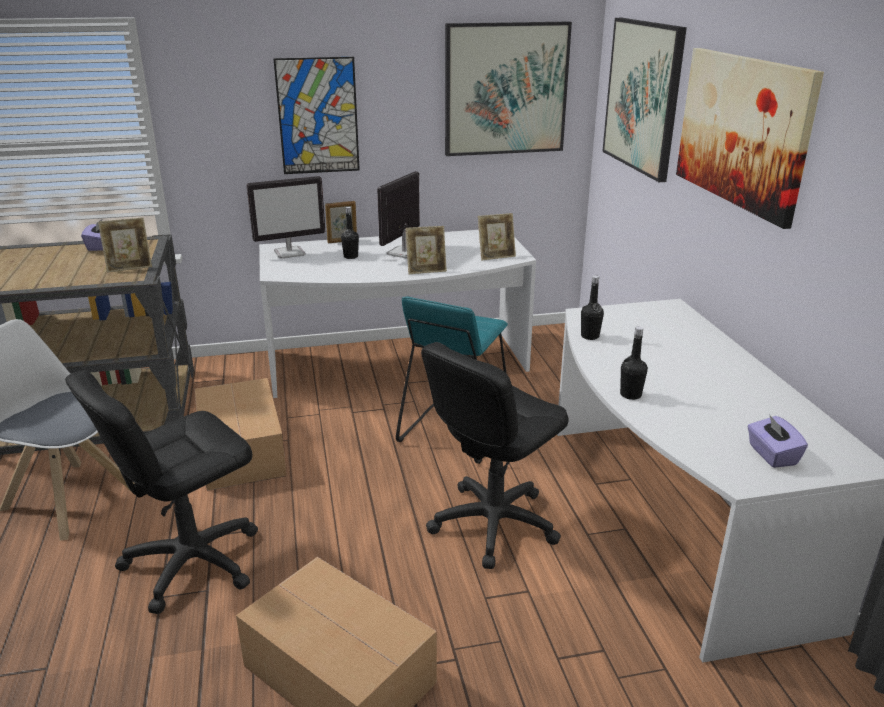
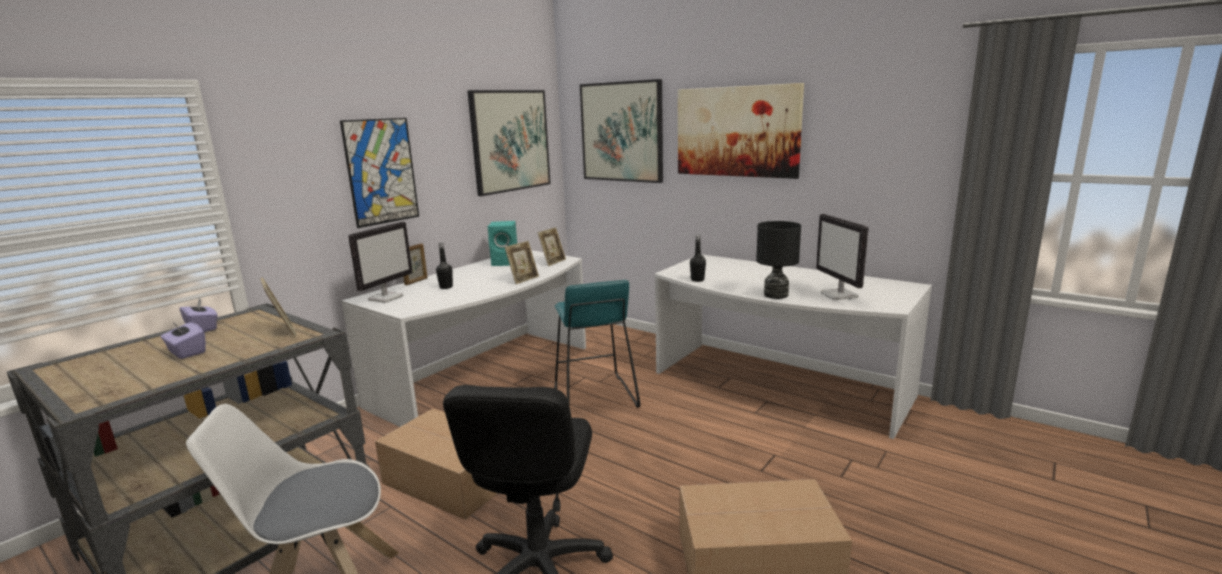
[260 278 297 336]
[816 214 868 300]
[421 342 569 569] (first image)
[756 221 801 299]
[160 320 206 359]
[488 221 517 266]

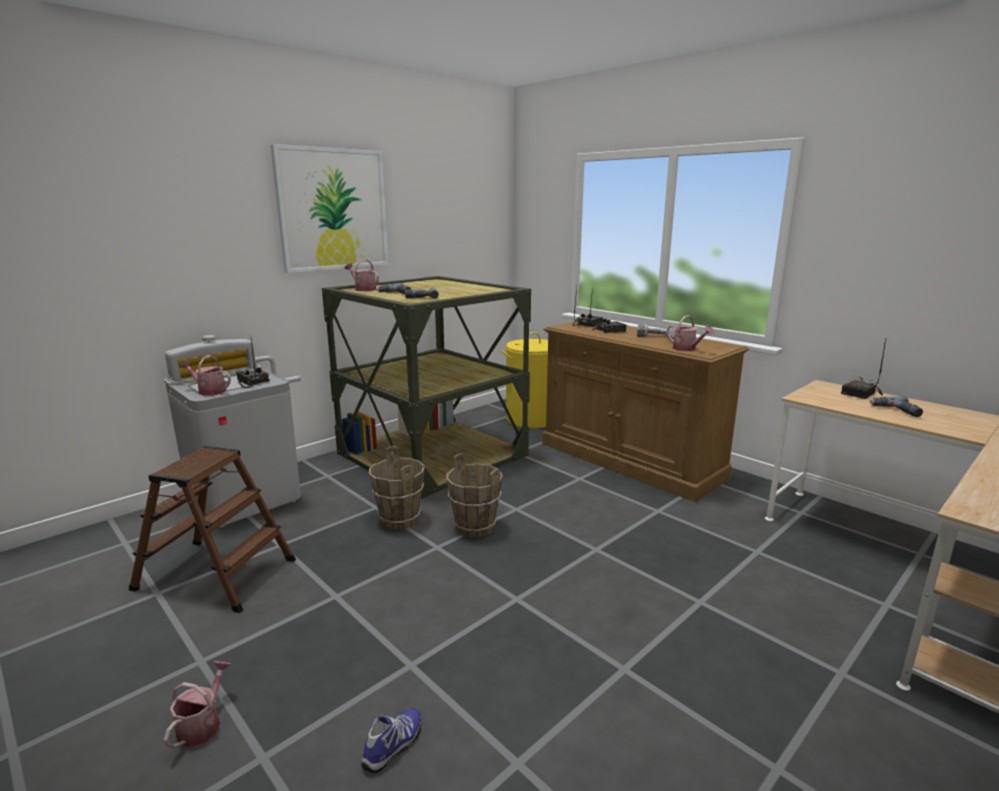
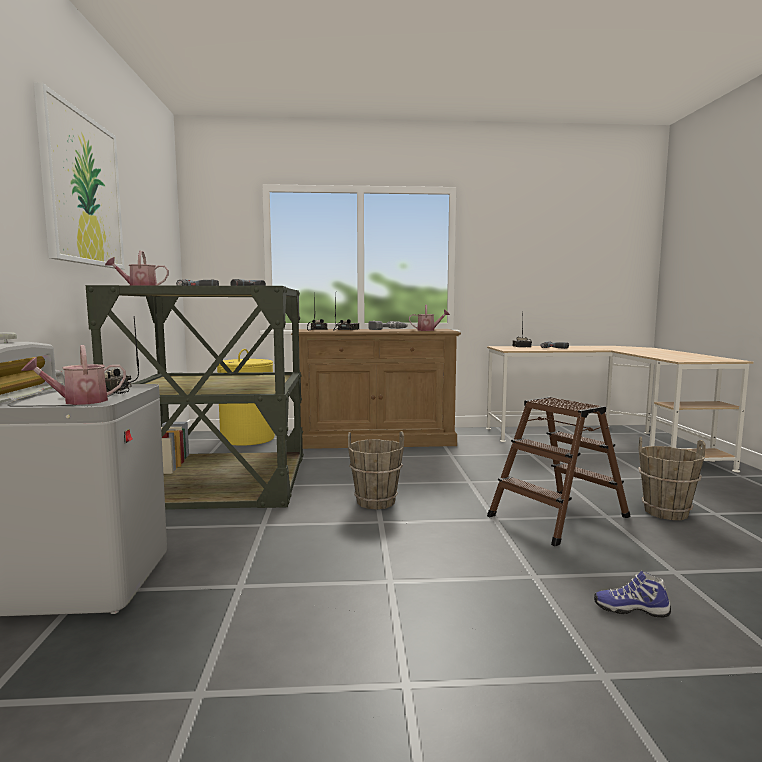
[487 397 631 546]
[164 661 231 749] (first image)
[594 571 671 618]
[638 437 706 520]

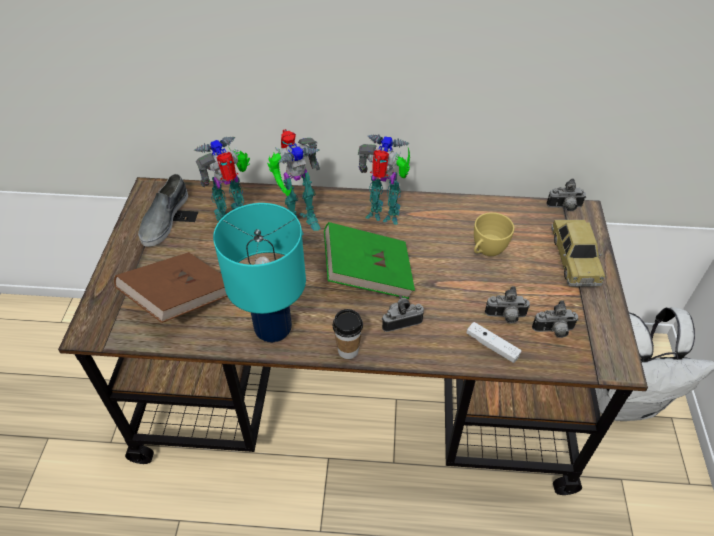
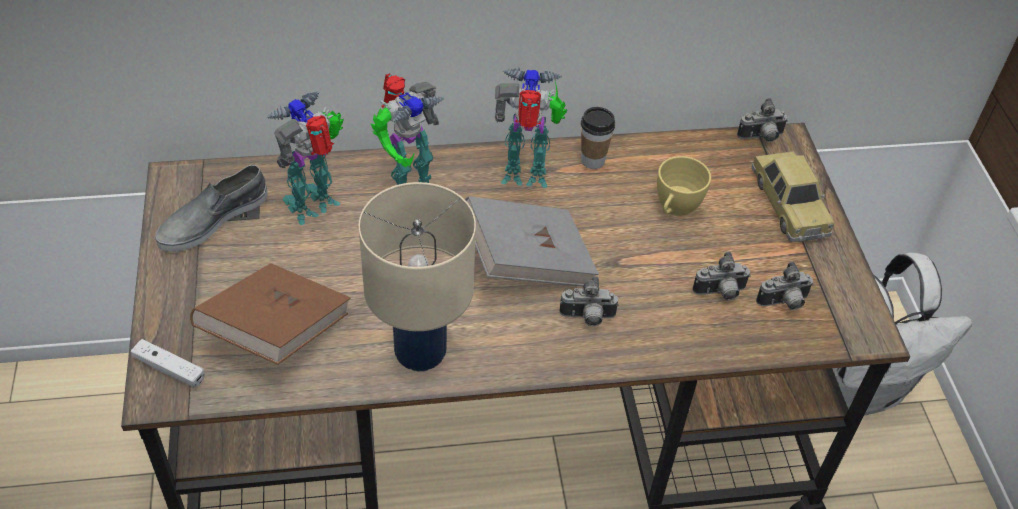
[155 165 268 252]
[359 182 476 371]
[465 196 599 286]
[581 107 615 169]
[559 276 619 326]
[131 339 205 388]

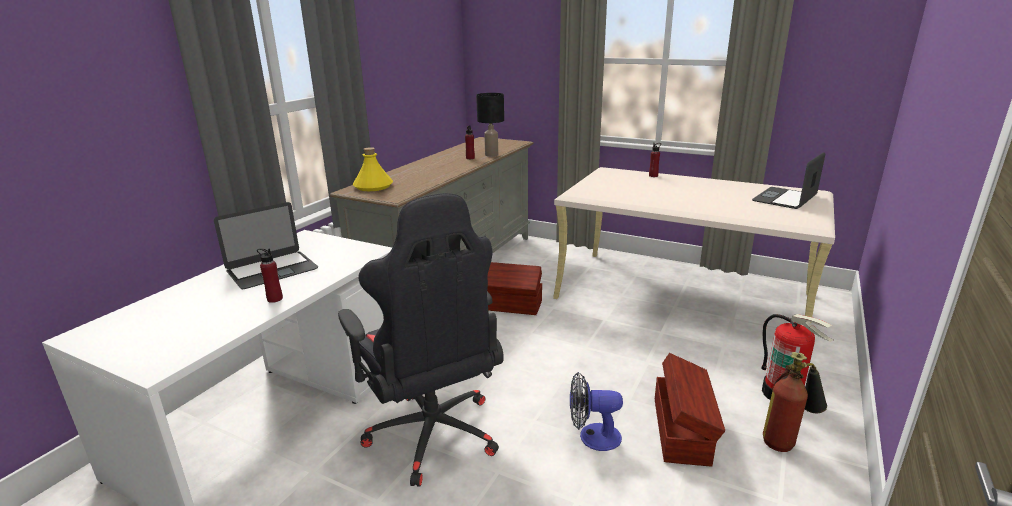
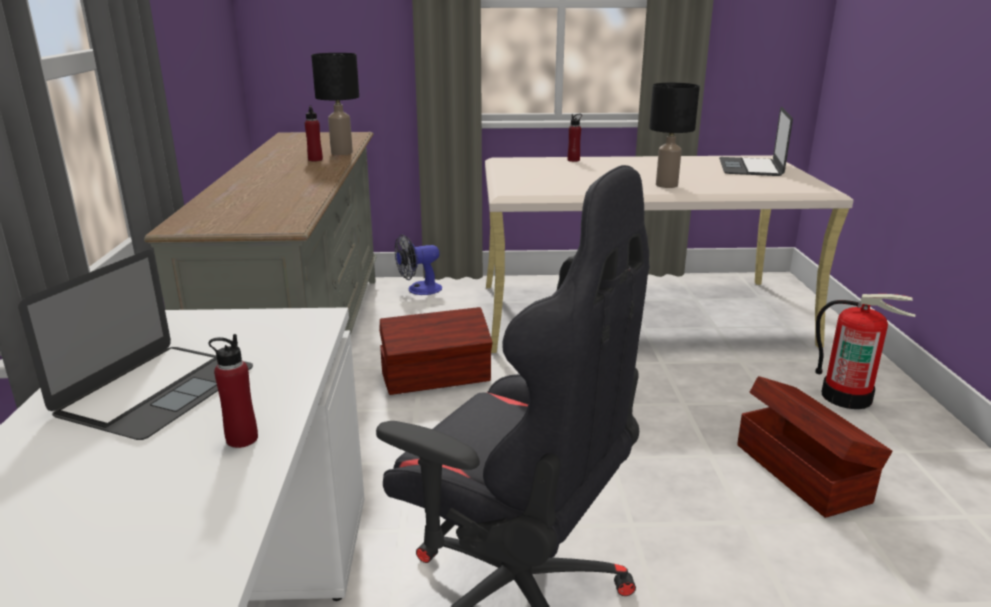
[353 147 393 191] (first image)
[395 235 442 295]
[763 352 827 452] (first image)
[649 83 700 188]

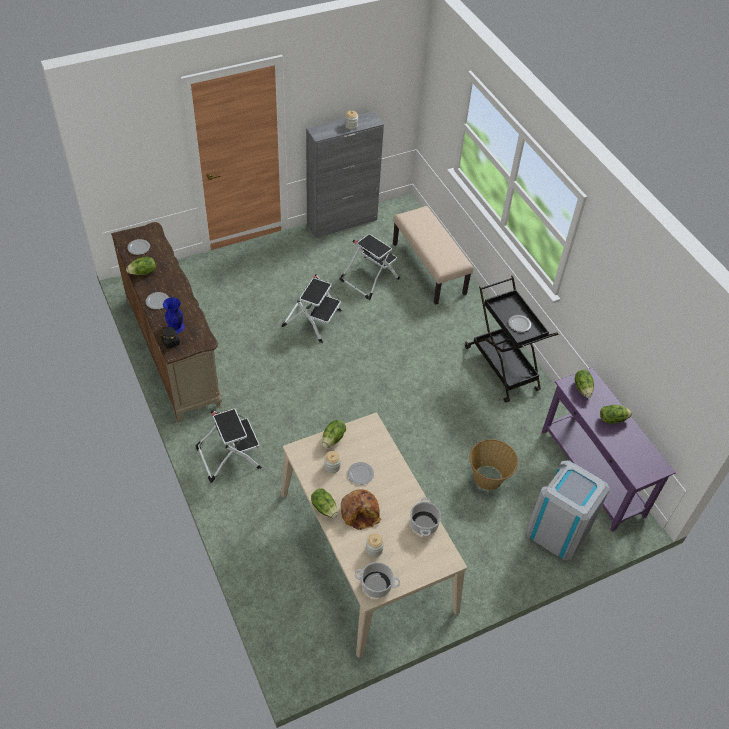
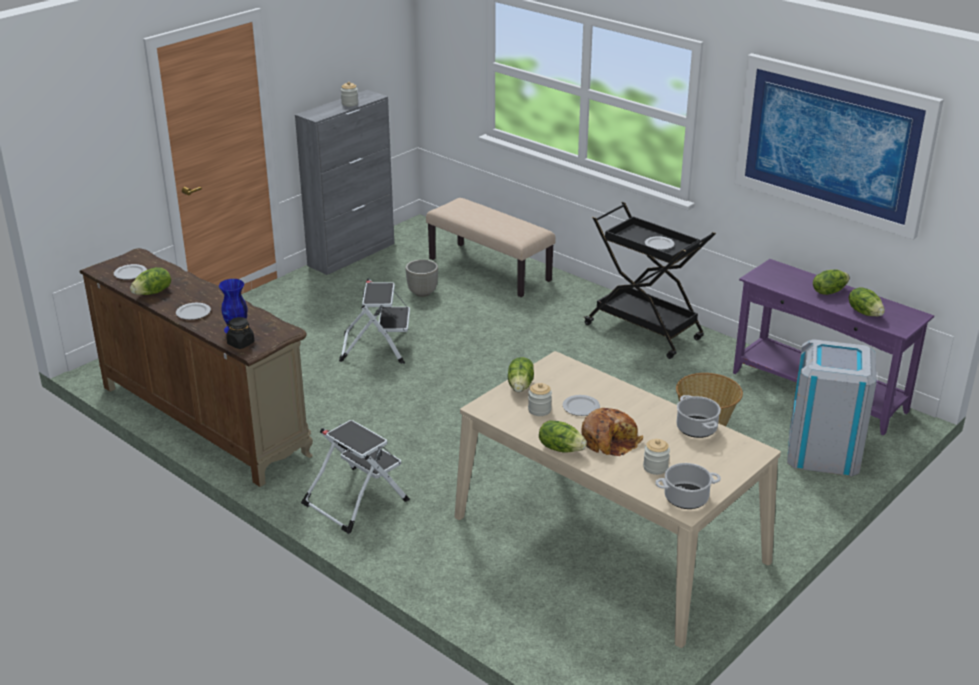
[406 259 438 297]
[849 287 885 316]
[734 53 944 240]

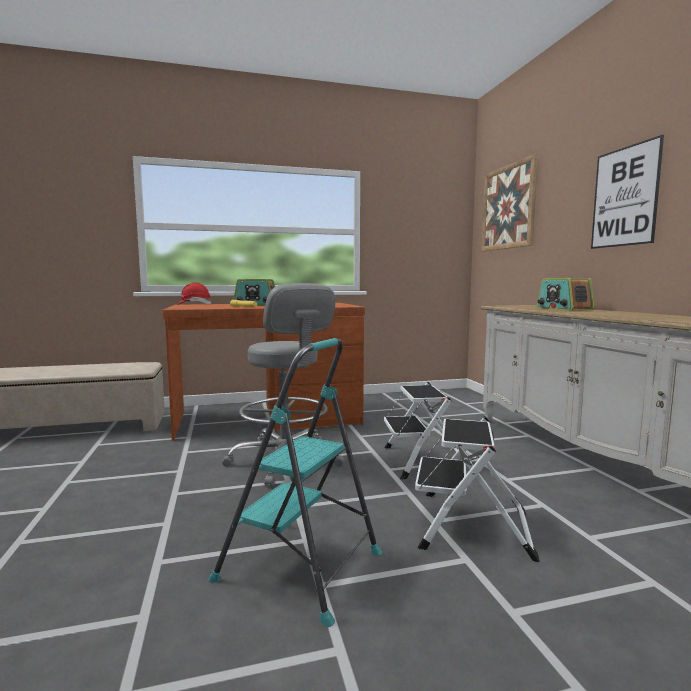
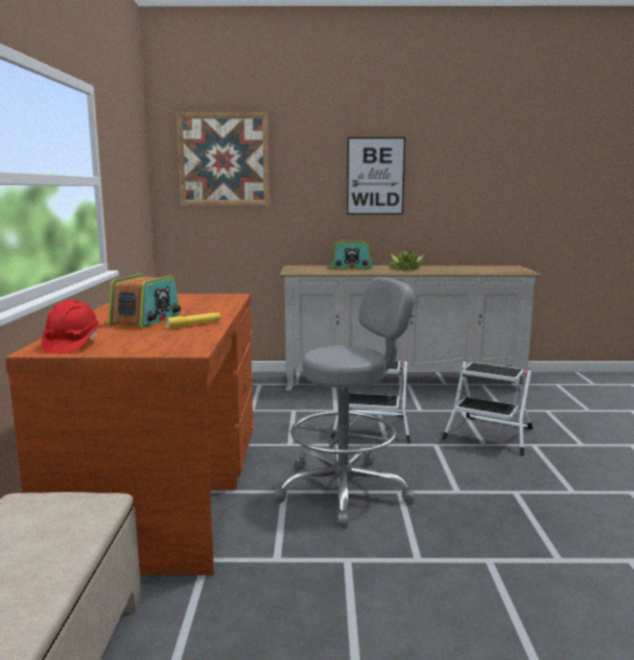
[208 338 382 627] (first image)
[388 249 428 269]

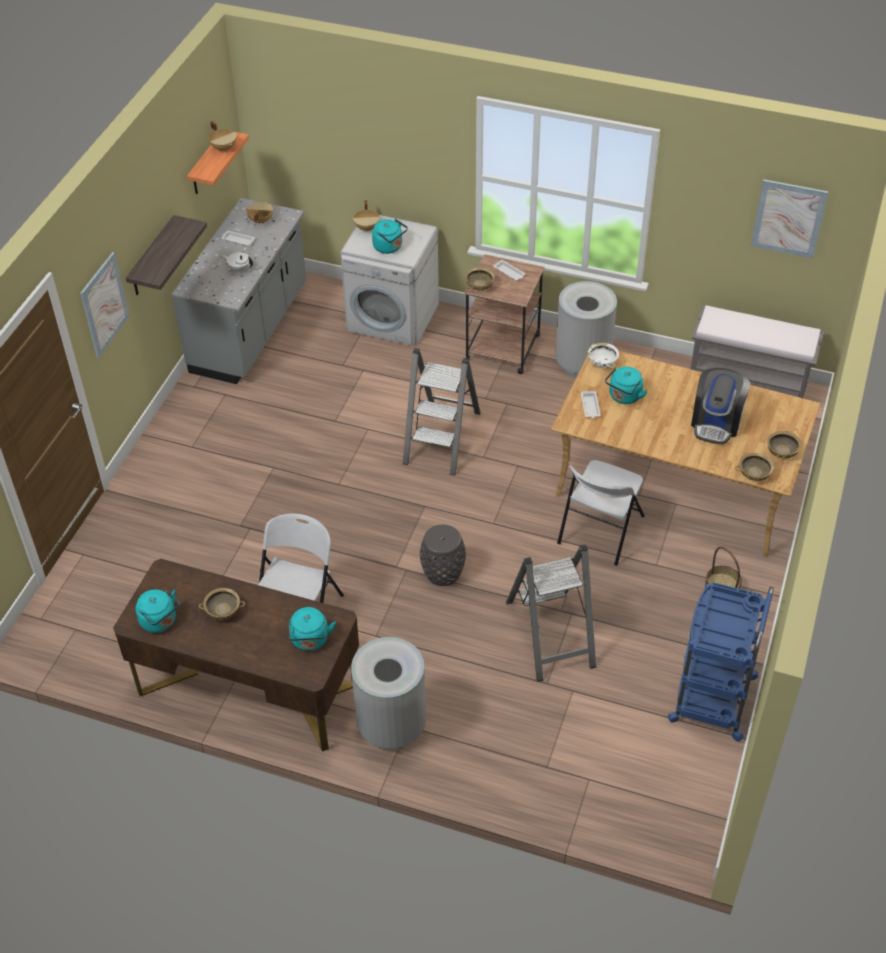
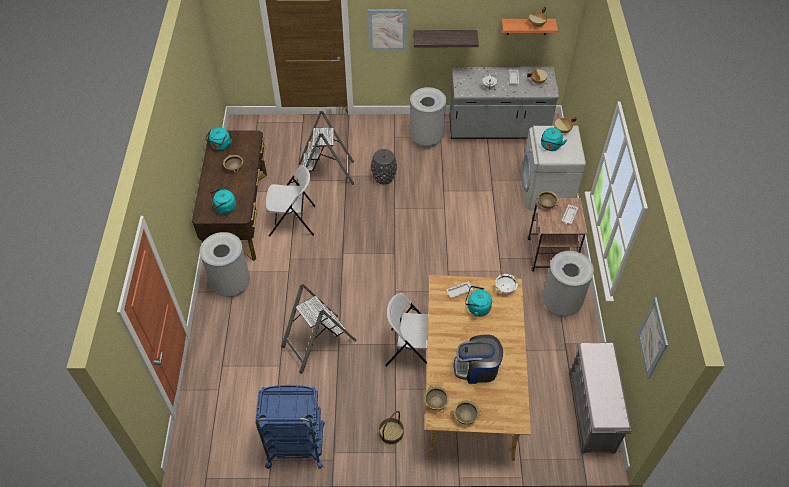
[298 111 354 185]
[371 149 397 184]
[409 87 446 148]

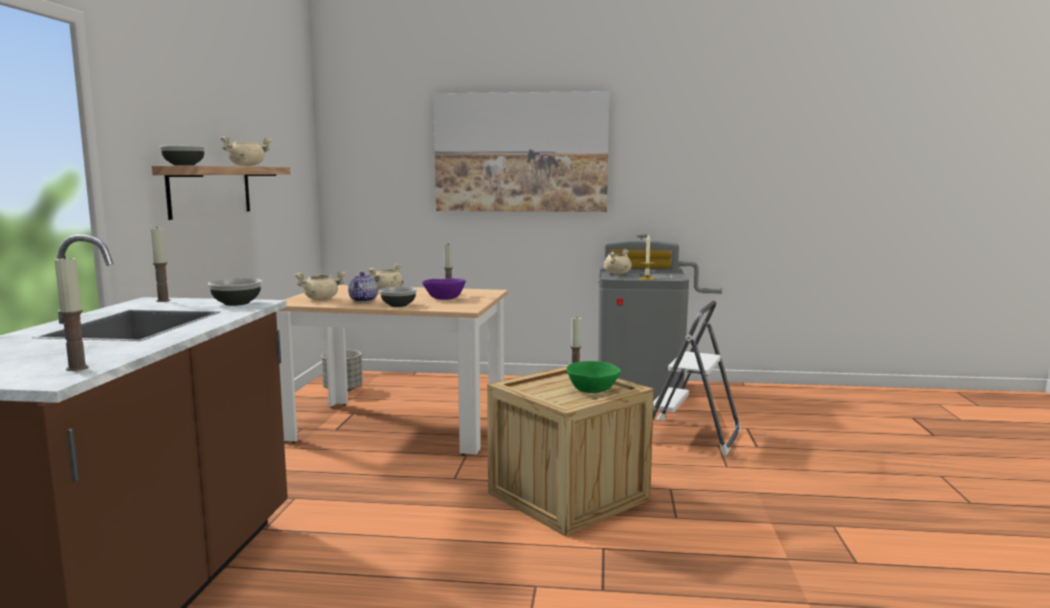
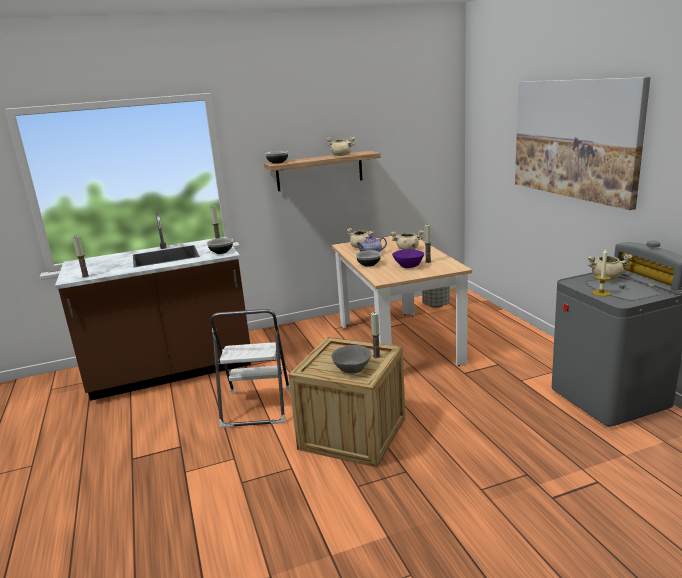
[331 345 371 373]
[211 309 290 428]

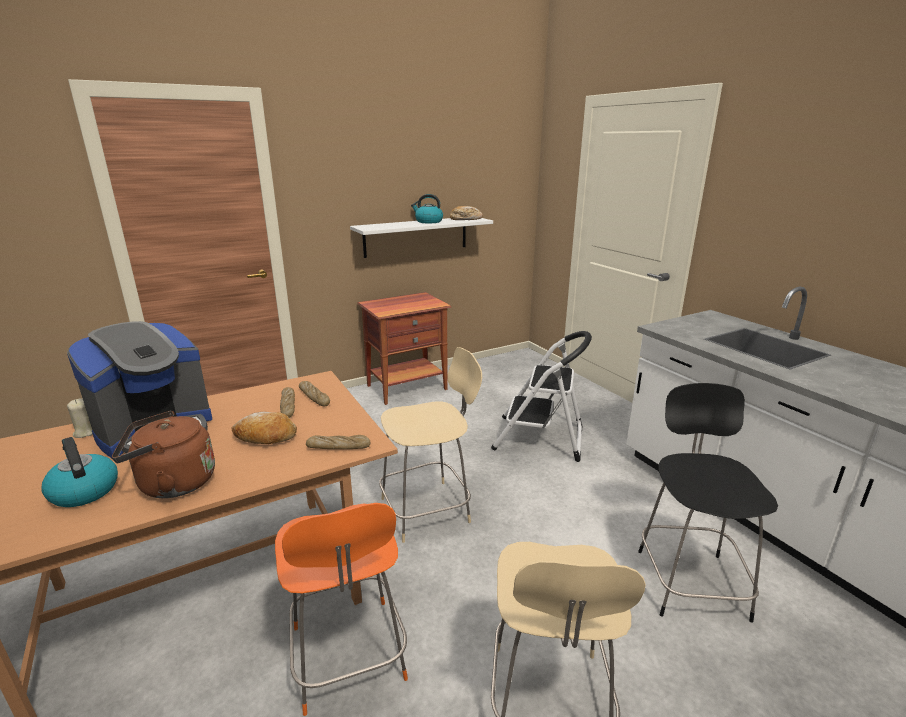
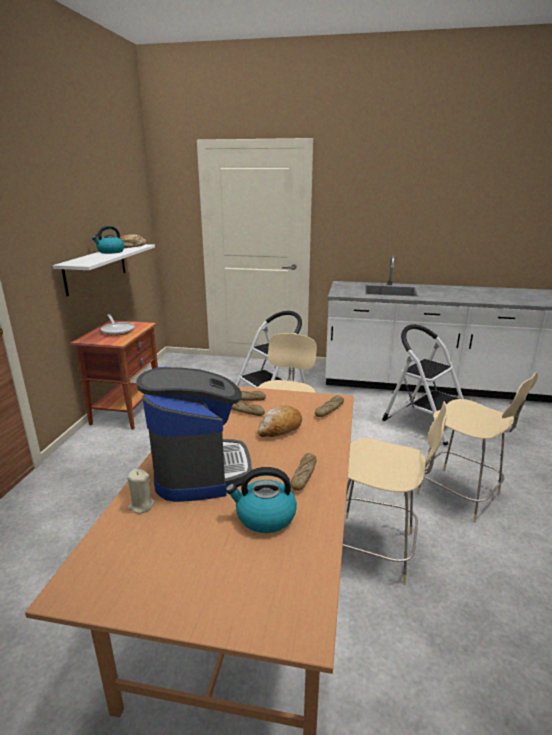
[291 453 317 491]
[343 401 448 584]
[382 325 464 445]
[101 314 135 336]

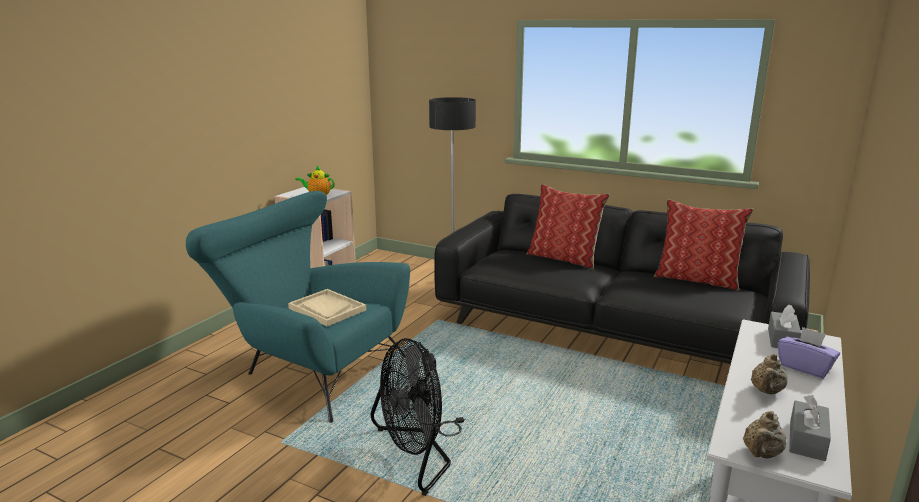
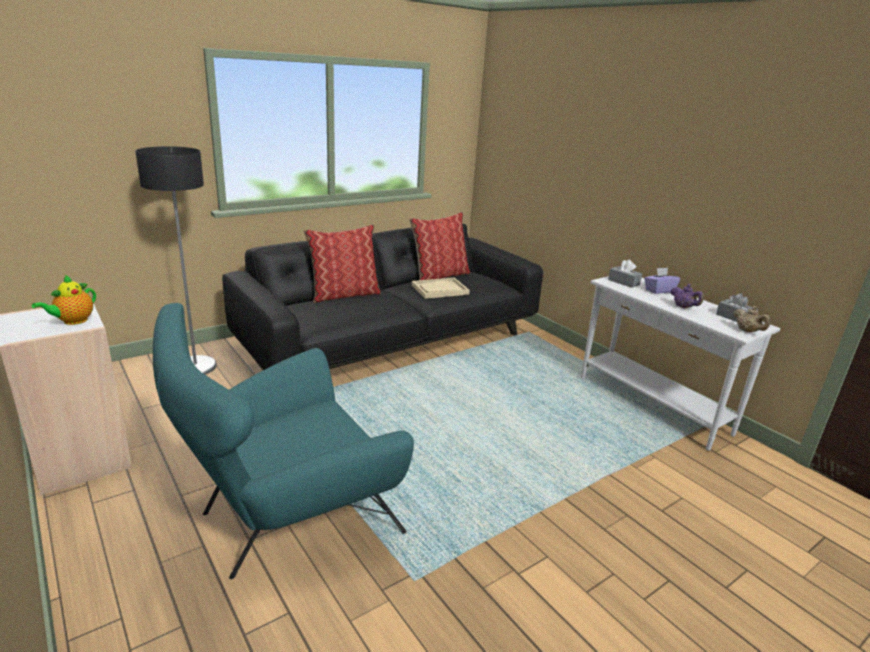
[412 278 470 299]
[371 338 465 496] (first image)
[670 284 704 308]

